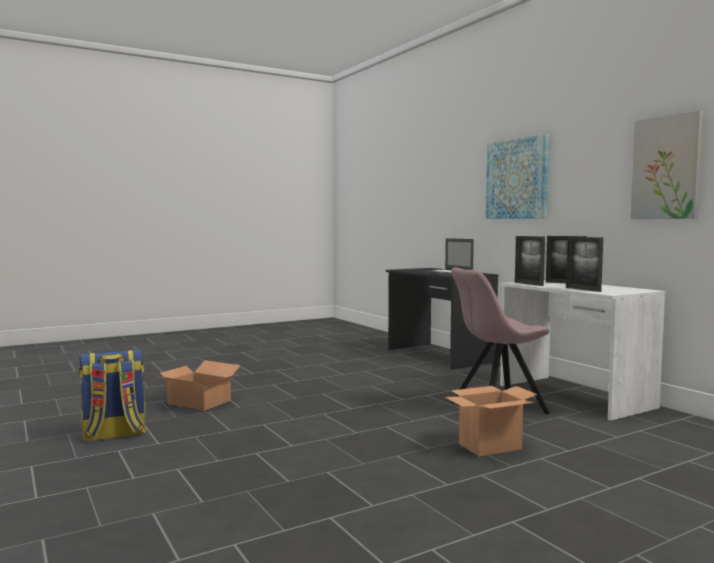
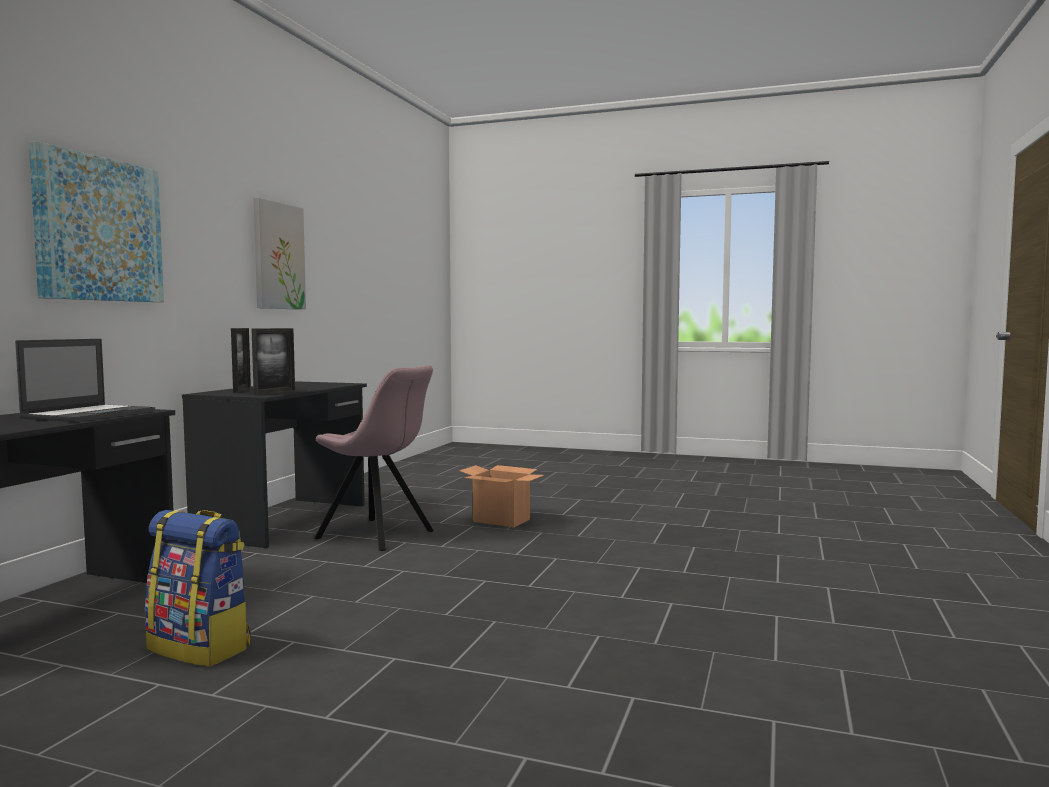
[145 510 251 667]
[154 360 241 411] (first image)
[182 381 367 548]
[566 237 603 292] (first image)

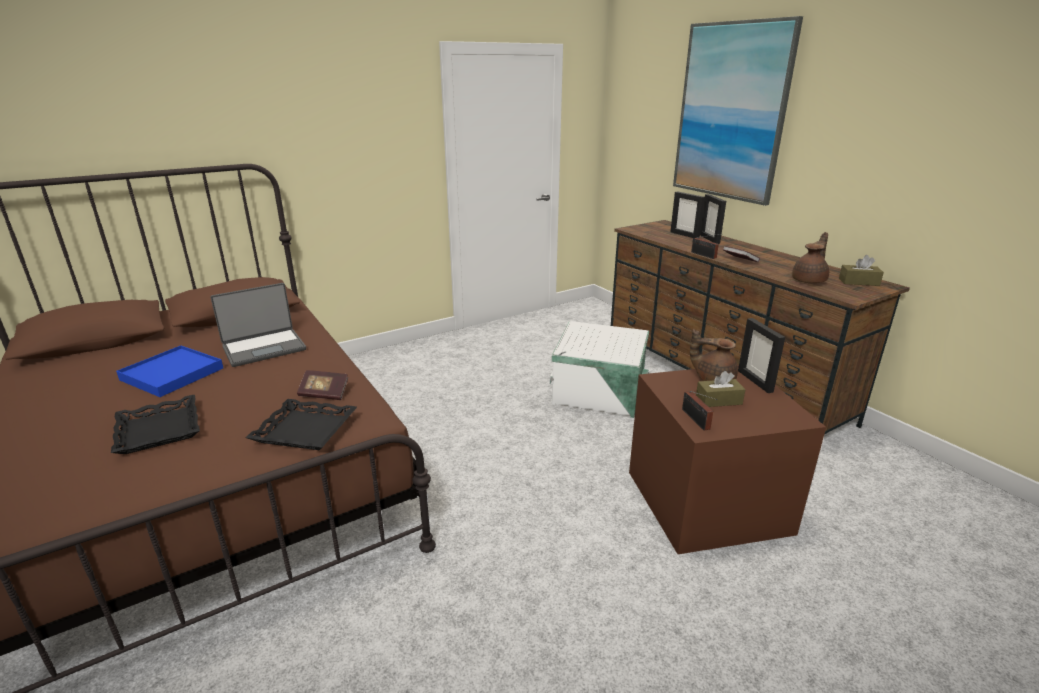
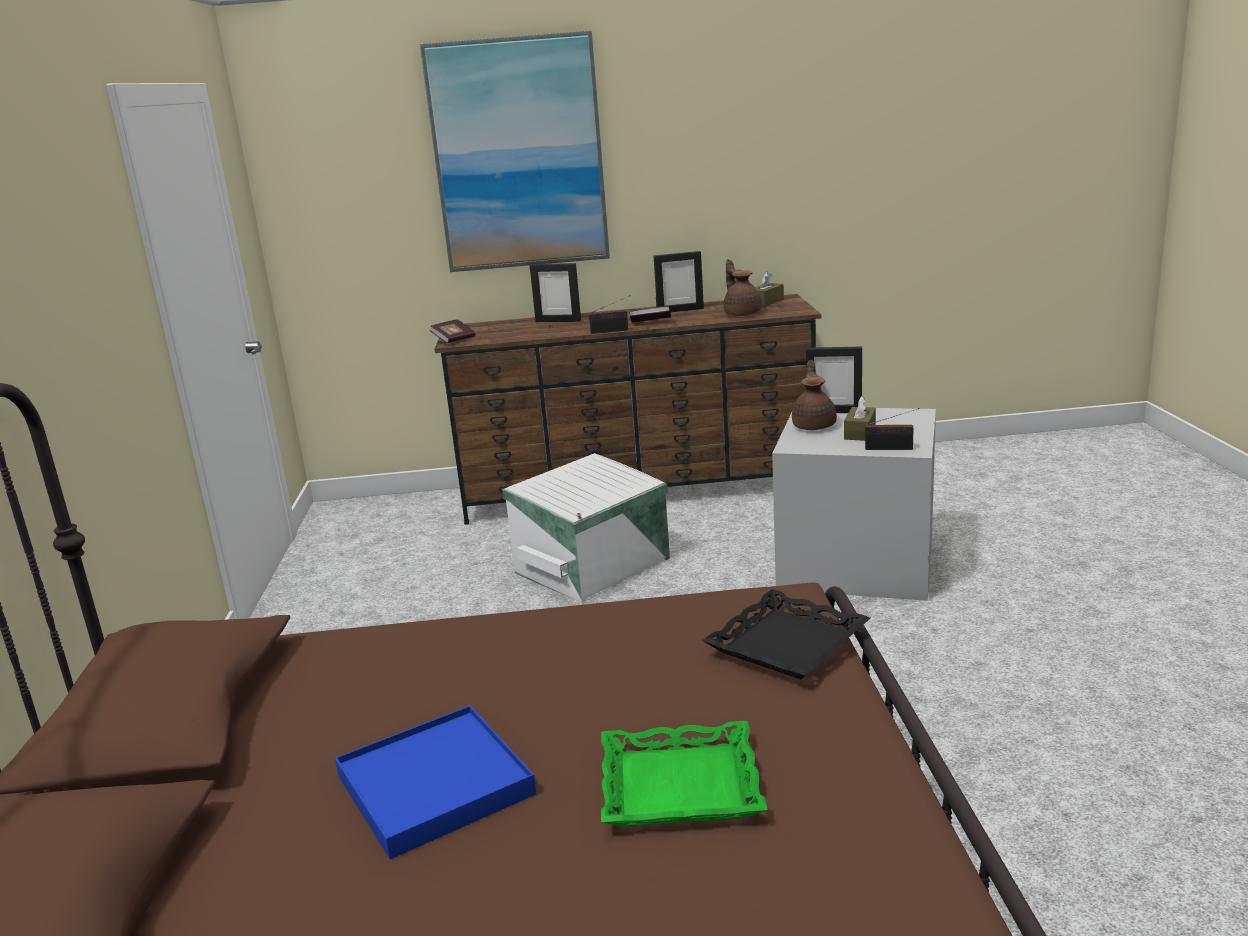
[601 721 768 827]
[210 283 306 367] (first image)
[429 319 475 343]
[772 408 936 601]
[654 251 704 312]
[792 360 837 430]

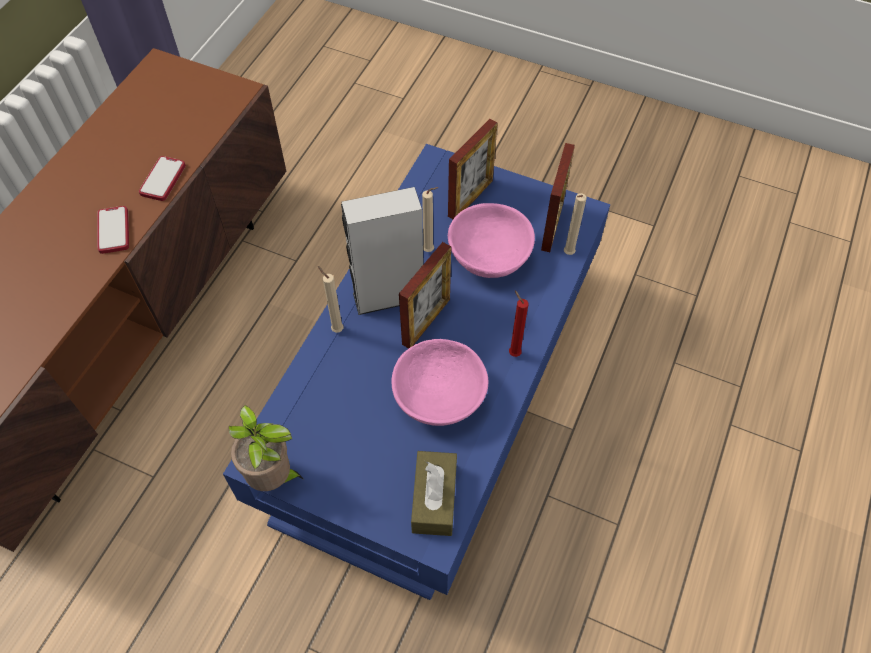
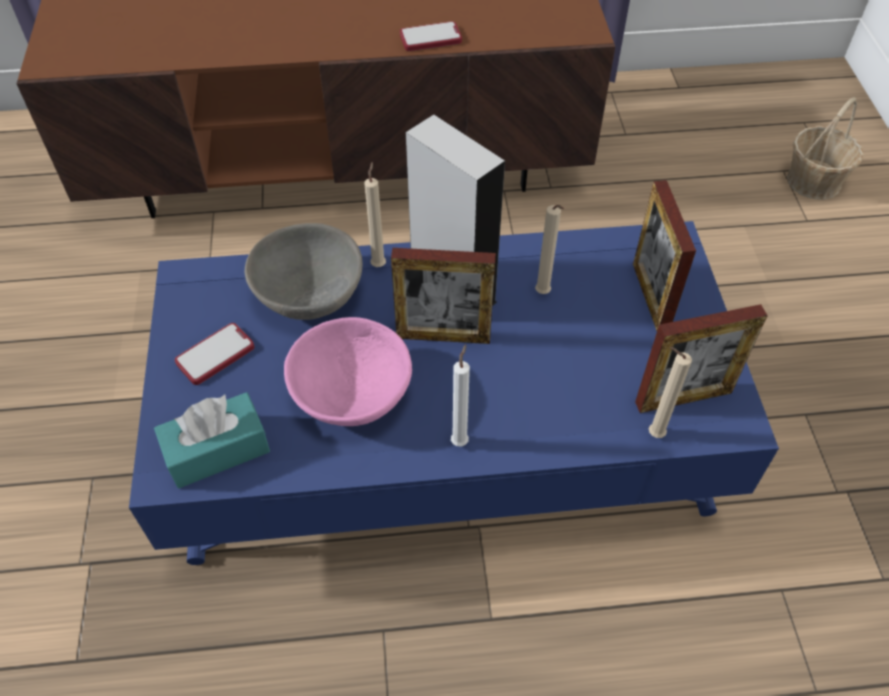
[175 323 255 385]
[229 405 303 491] (first image)
[154 392 270 488]
[633 180 696 331]
[448 203 535 278] (first image)
[451 344 470 447]
[245 223 363 320]
[787 97 864 200]

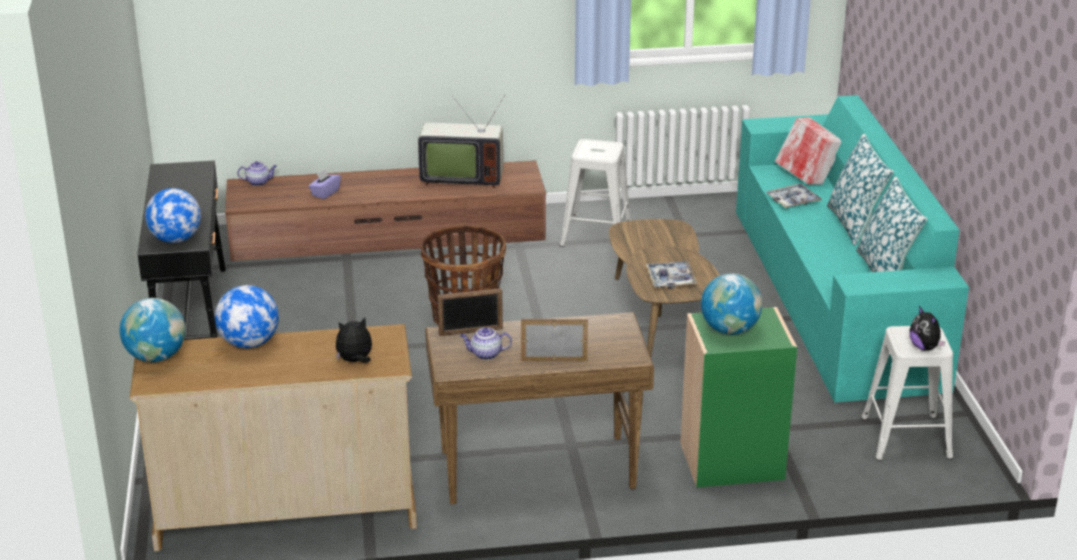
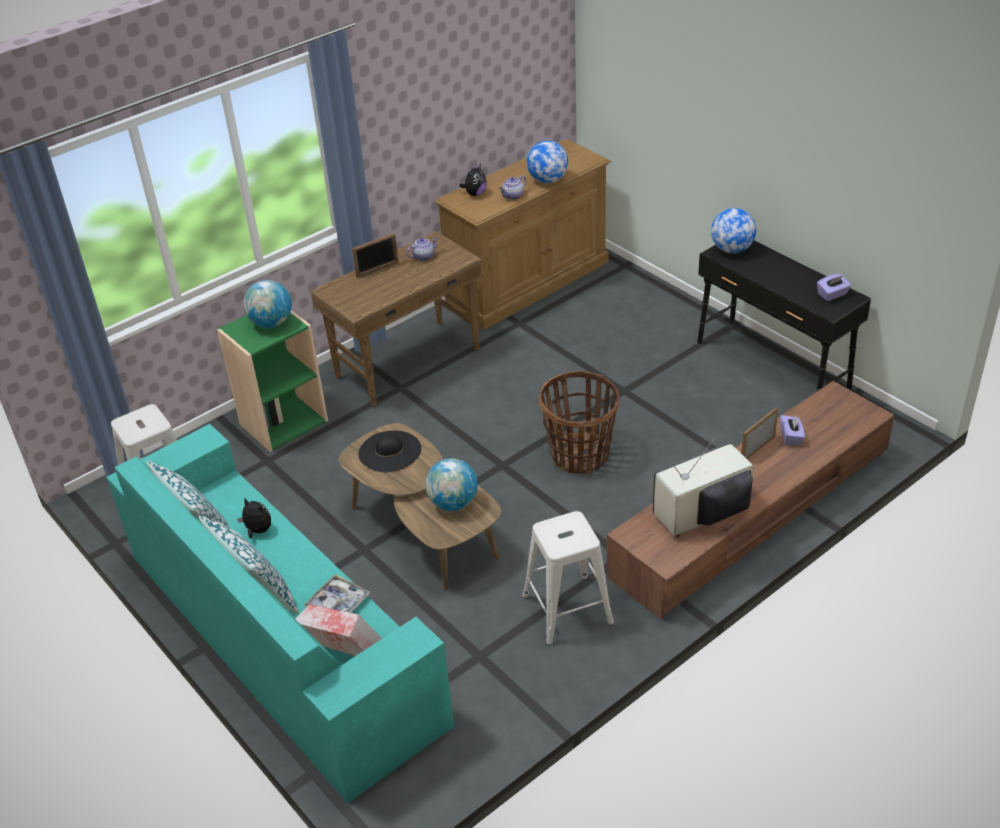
[425 458 478 511]
[499 176 526 200]
[741 407 778 459]
[358 431 421 472]
[237 497 271 539]
[817 274 851 301]

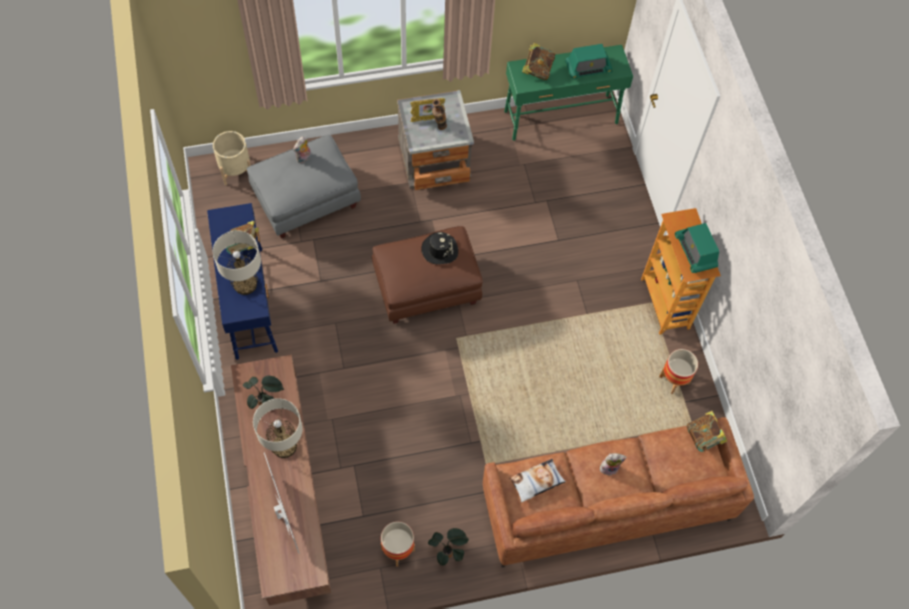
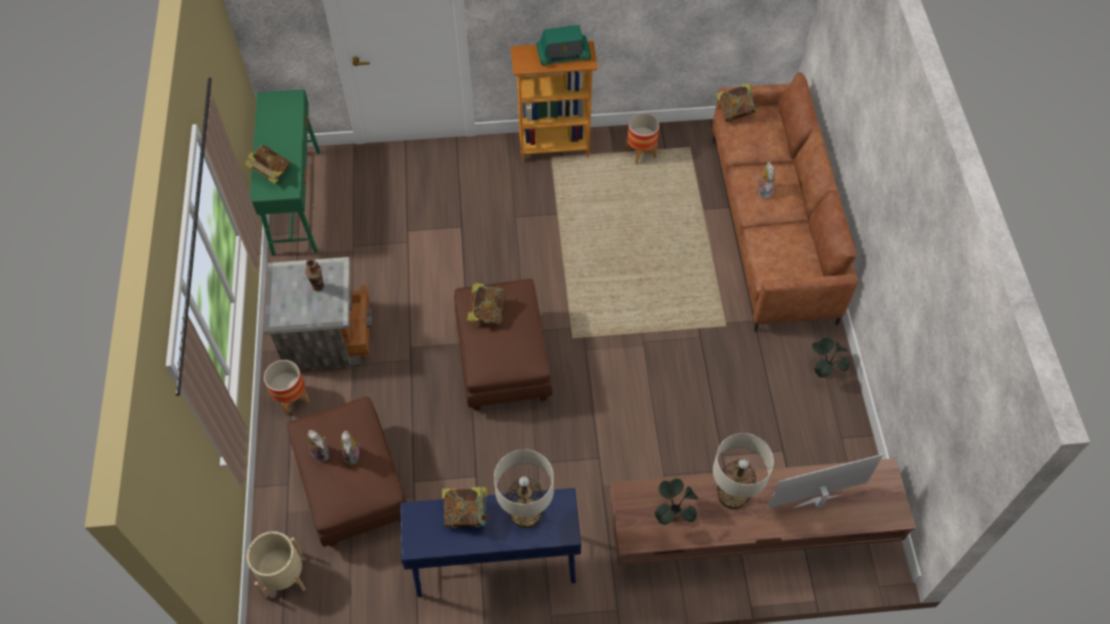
[287 396 407 547]
[264 360 310 416]
[410 98 445 122] (first image)
[467 283 506 325]
[510 459 566 502] (first image)
[565 44 612 79] (first image)
[341 431 360 465]

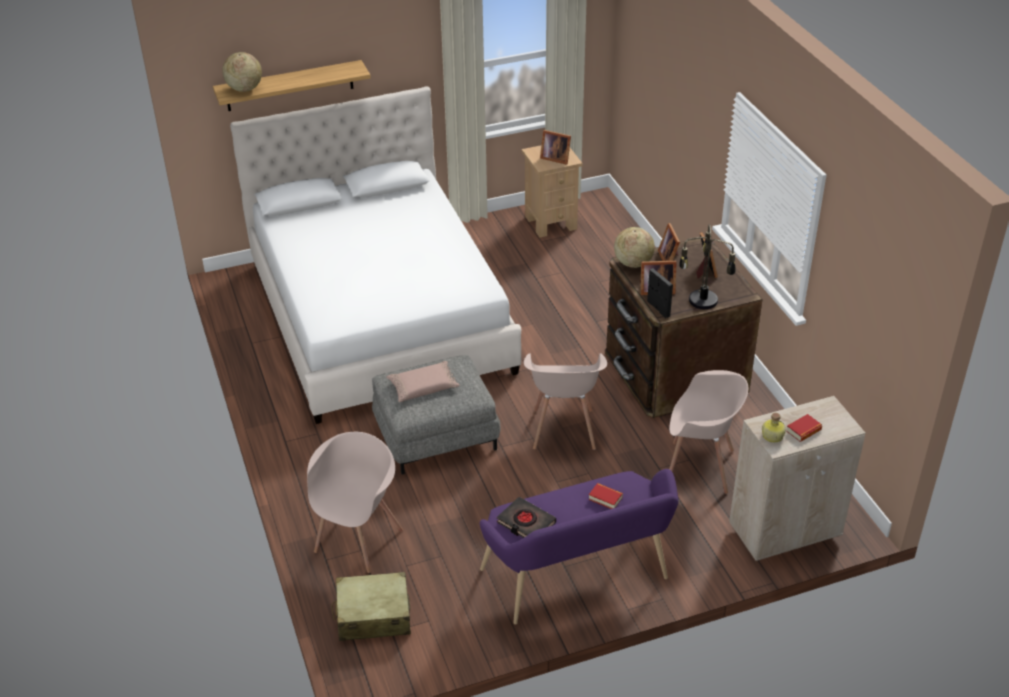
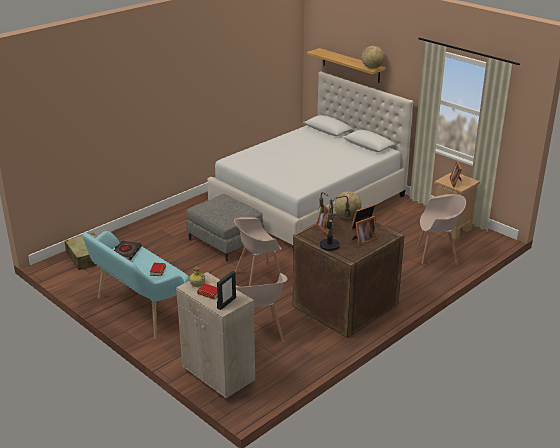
[362 46 384 69]
[417 194 466 265]
[386 361 460 402] (first image)
[82 231 189 340]
[217 271 236 310]

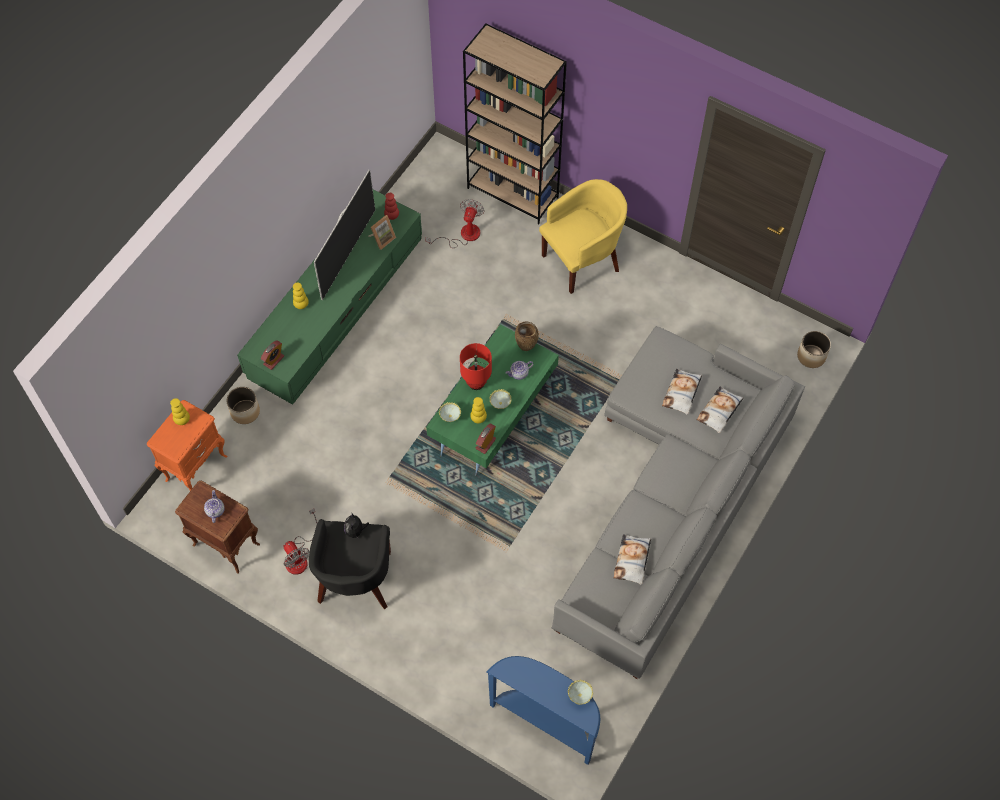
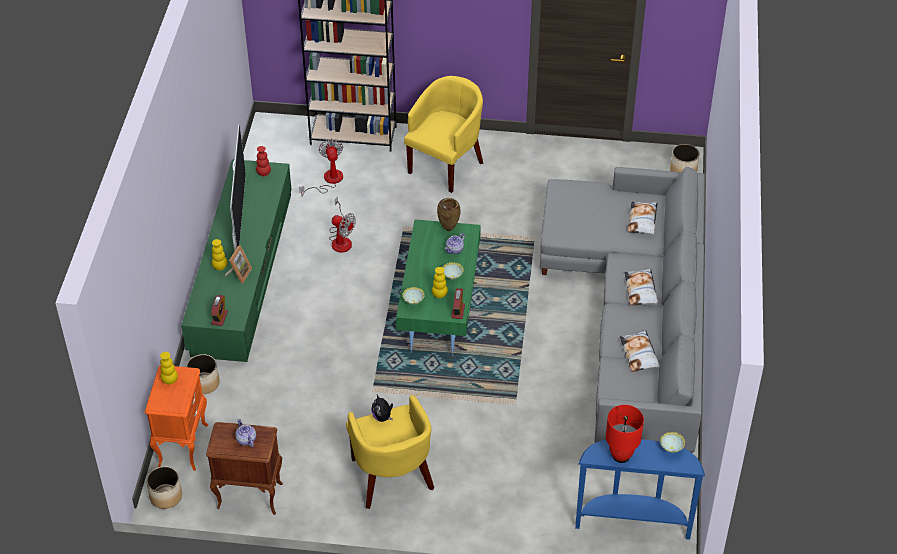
[329 197 356 253]
[346 395 434 509]
[225 245 252 283]
[606 405 644 463]
[625 268 658 306]
[146 466 182 509]

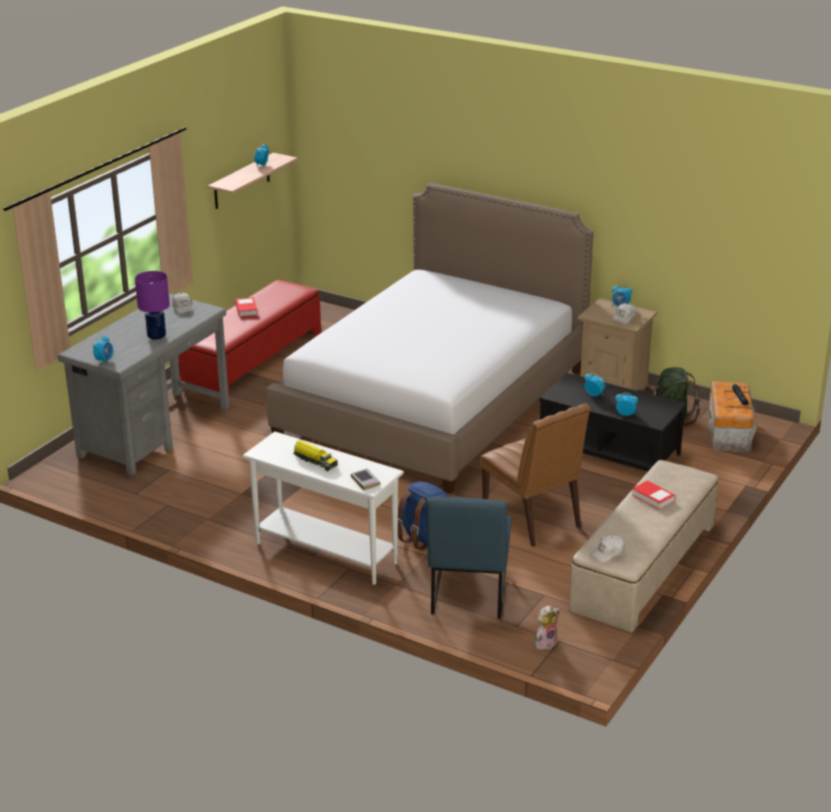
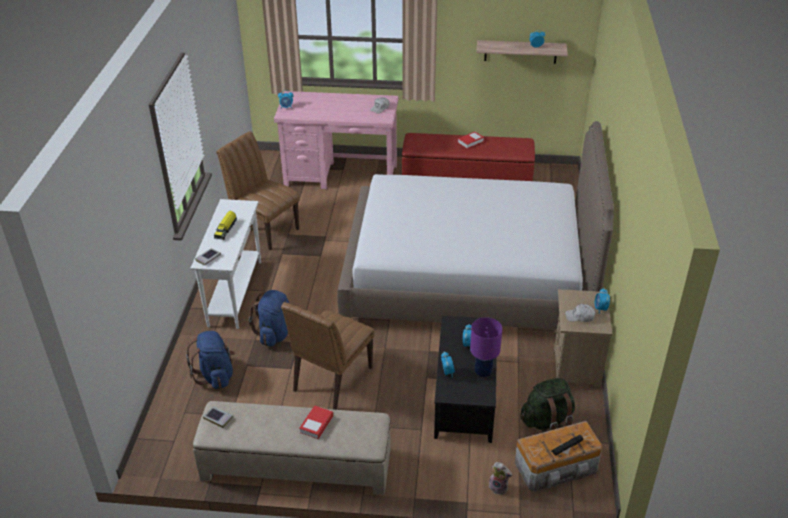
[274 91 398 189]
[470 317 502 377]
[186 331 235 389]
[489 462 512 495]
[203 406 233 428]
[216 131 299 250]

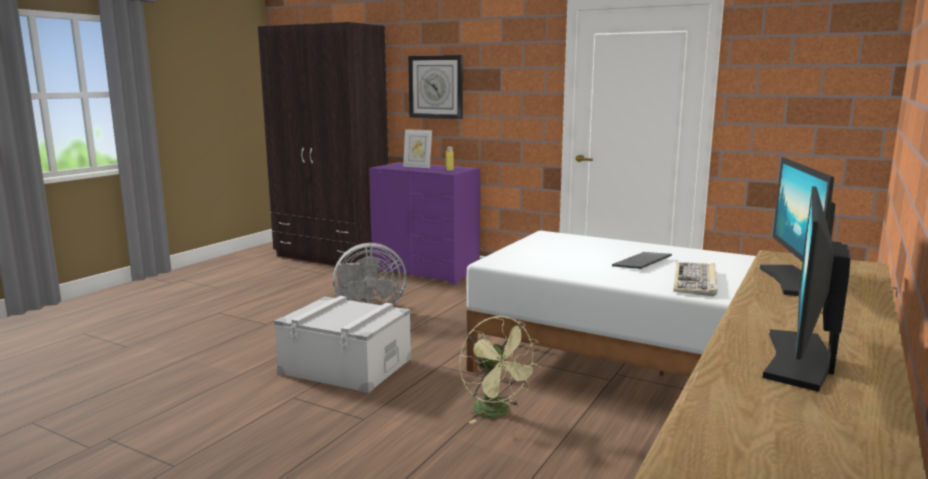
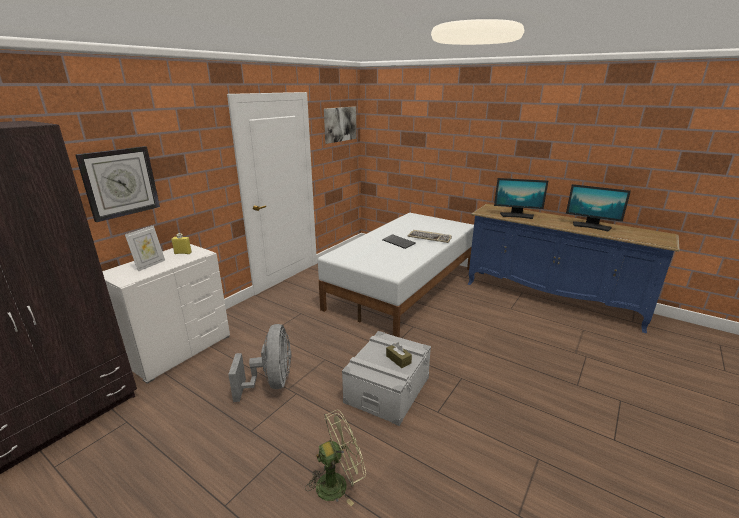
[102 244 230 384]
[305 409 366 506]
[324 106 357 144]
[386 343 412 368]

